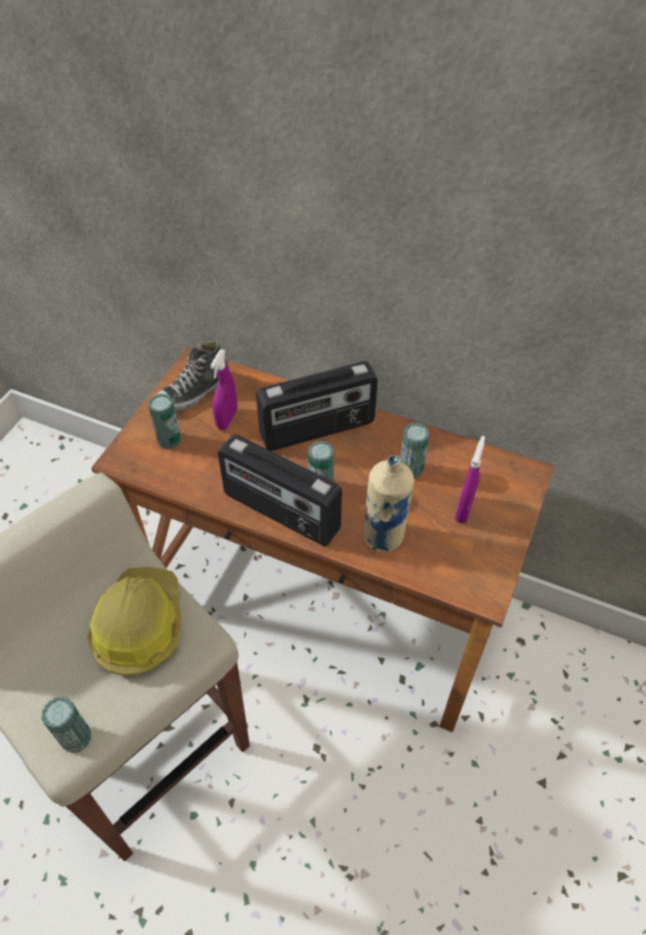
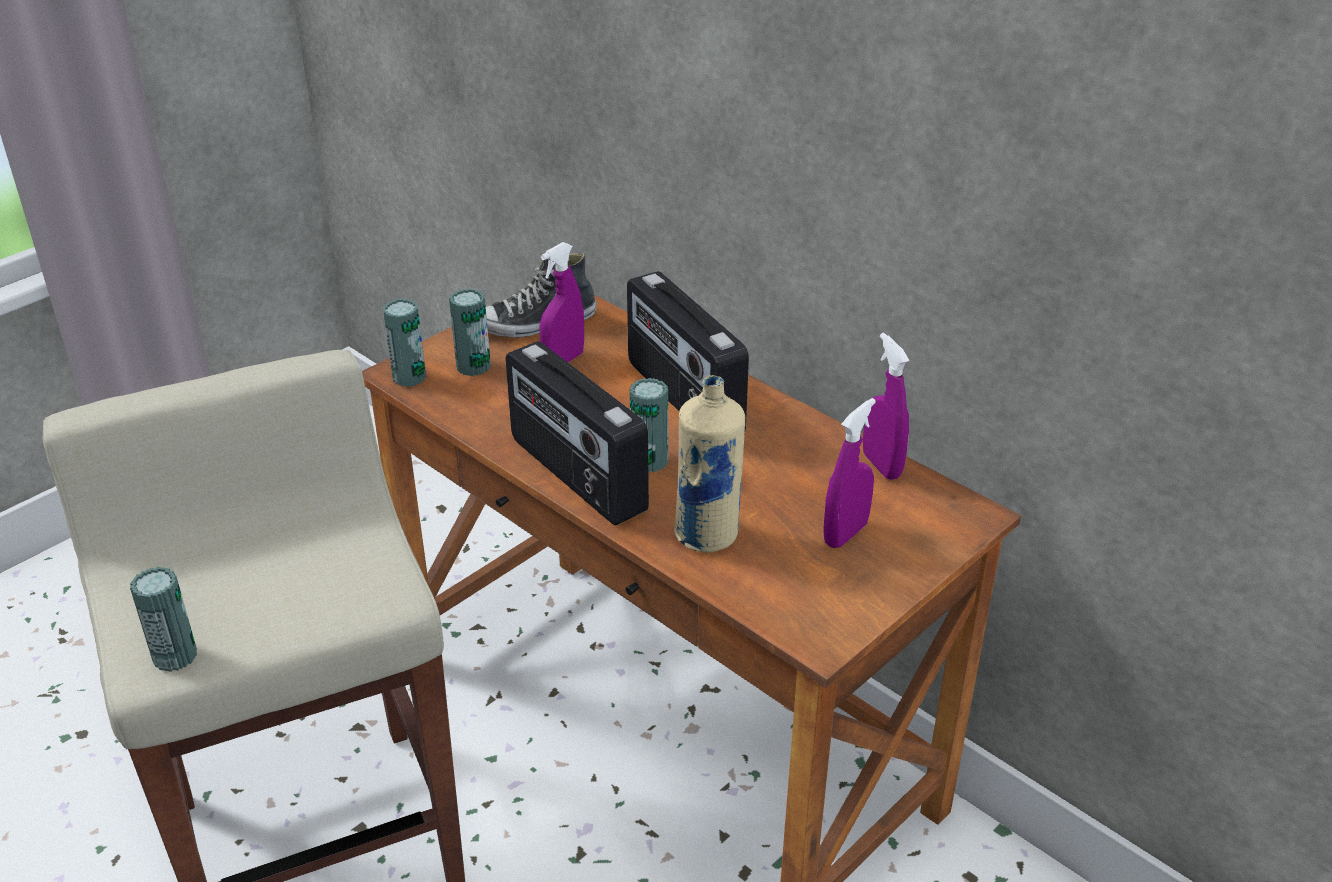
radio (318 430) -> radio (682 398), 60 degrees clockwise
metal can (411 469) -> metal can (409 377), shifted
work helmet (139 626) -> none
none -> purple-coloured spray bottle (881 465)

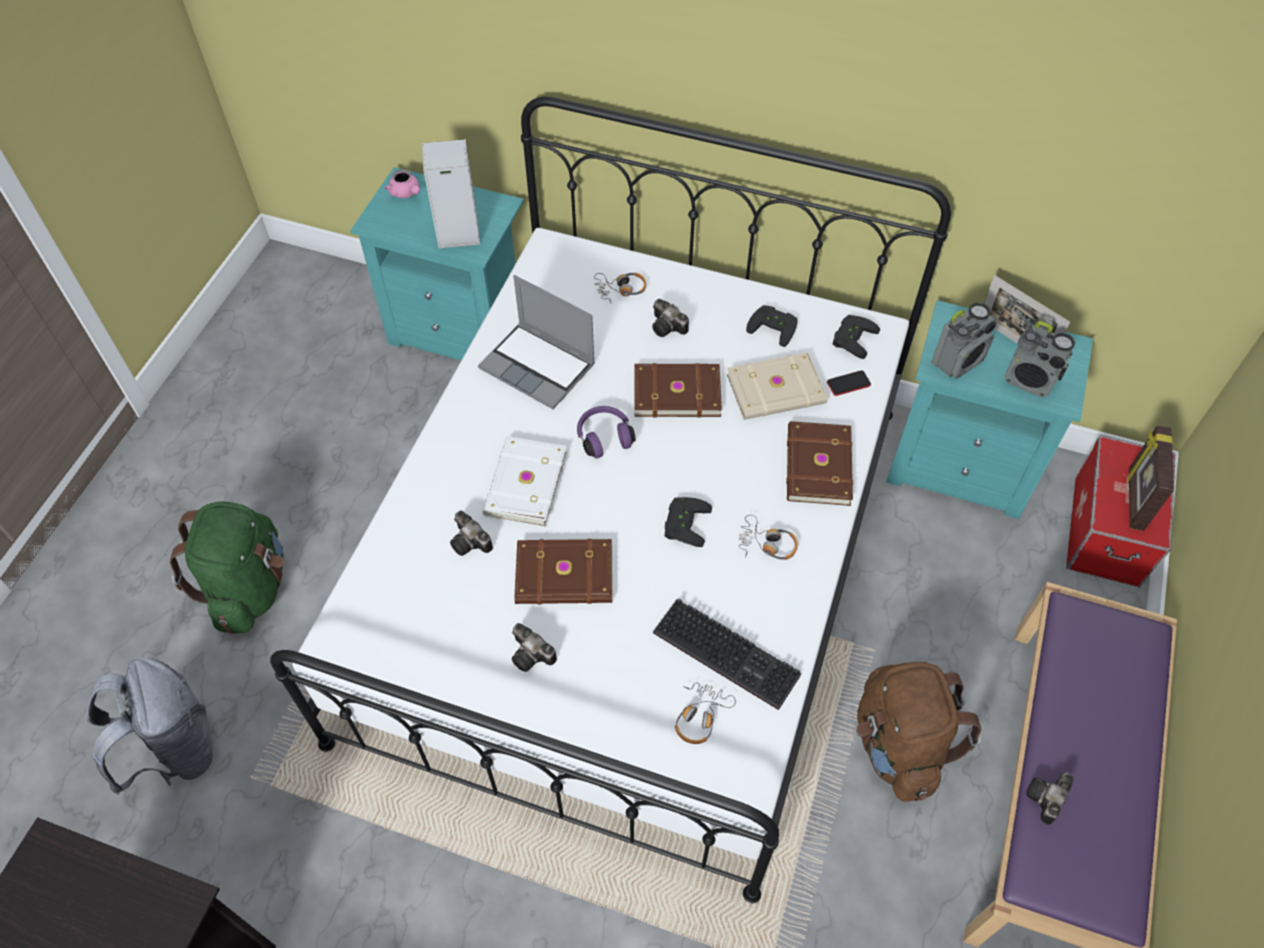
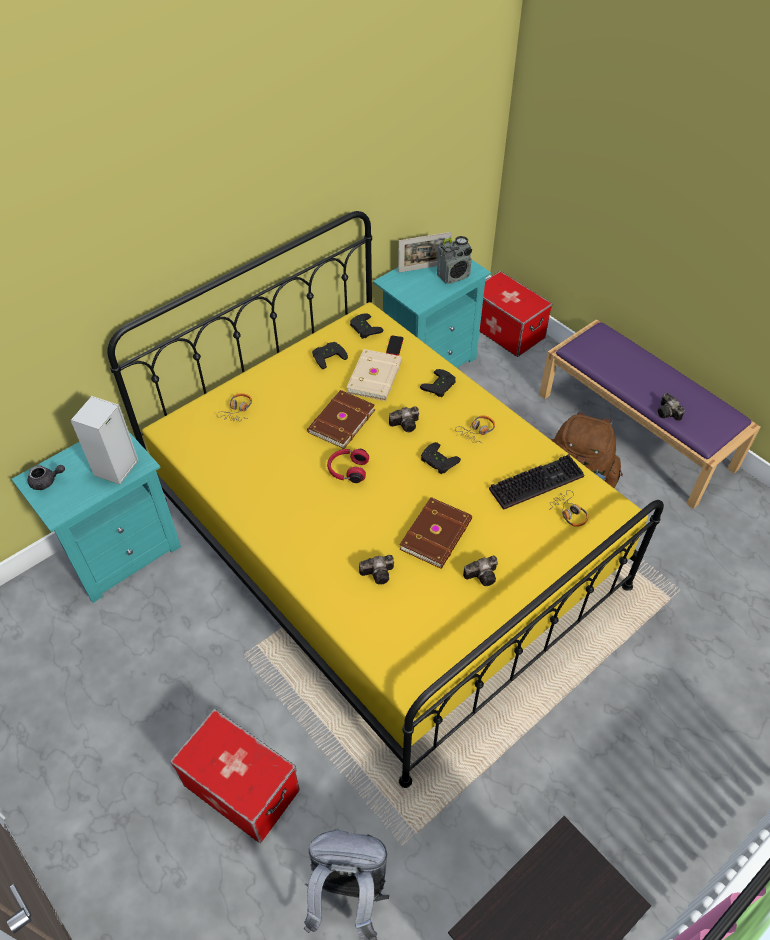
whitish bedroom bed (631 563) -> yellowish bedroom bed (384 542)
pink tea pot (406 193) -> greyish tea pot (46 481)
portable computer (539 366) -> none
still camera (668 327) -> still camera (406 424), shifted
radio (958 361) -> none
purple-coloured headset (604 437) -> reddish headset (347 470)
brown-coloured book (816 466) -> black game controller (440 386)
standing frame (1134 499) -> none
whitish book (524 484) -> none
greenish rucksack (249 587) -> storage container (241 787)

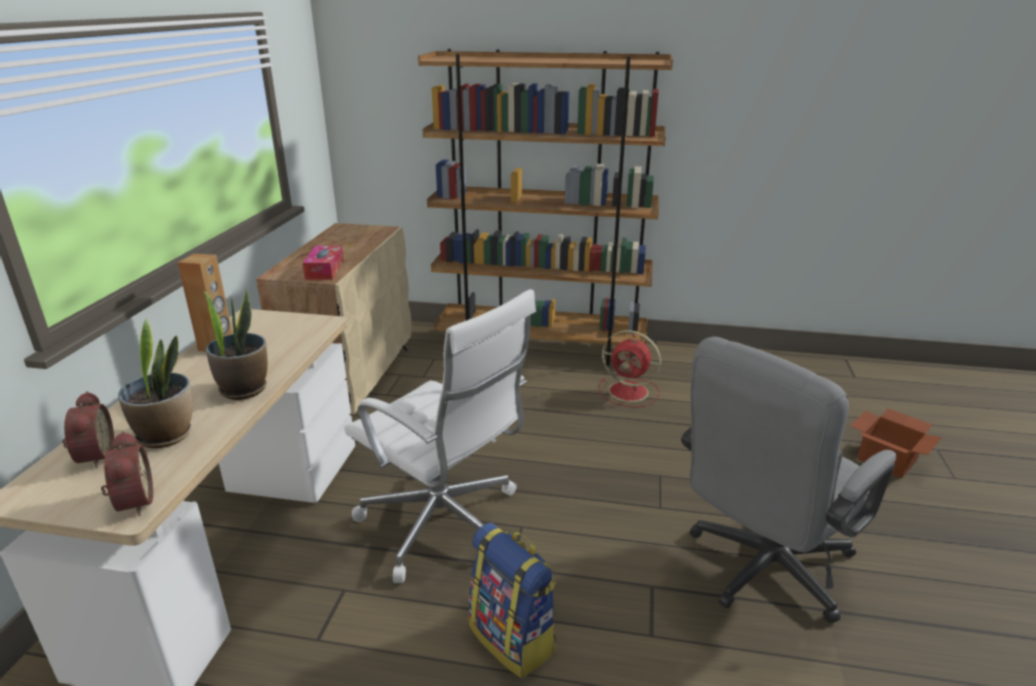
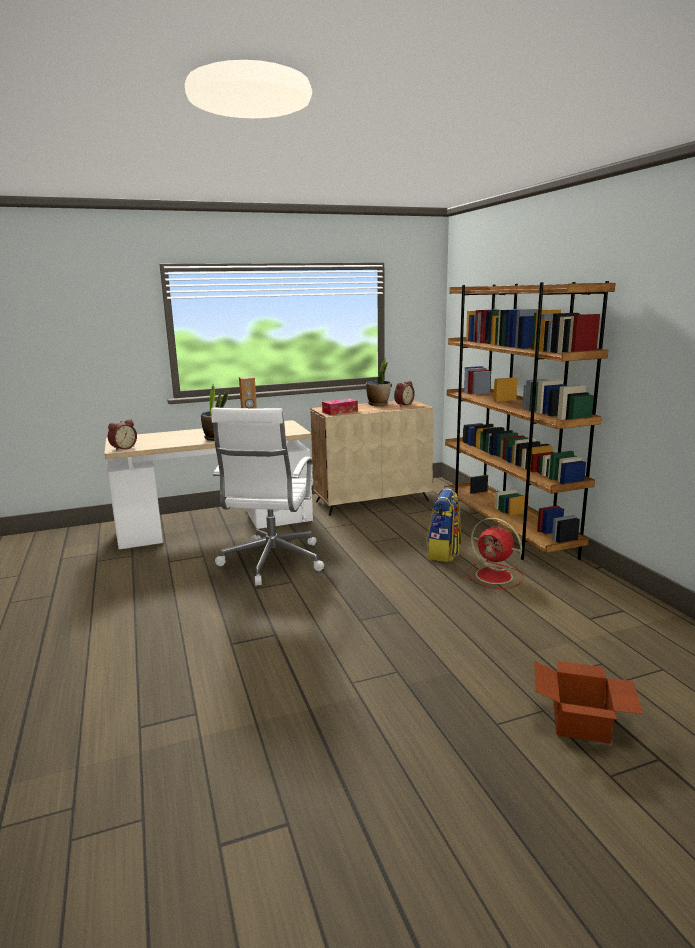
houseplant (166 435) -> houseplant (378 404), shifted
reddish fan (630 392) -> reddish fan (495 576), 45 degrees counterclockwise
greyish desk chair (761 571) -> none
table clock (93 456) -> table clock (403 404), shifted
rucksack (514 639) -> rucksack (444 553), shifted

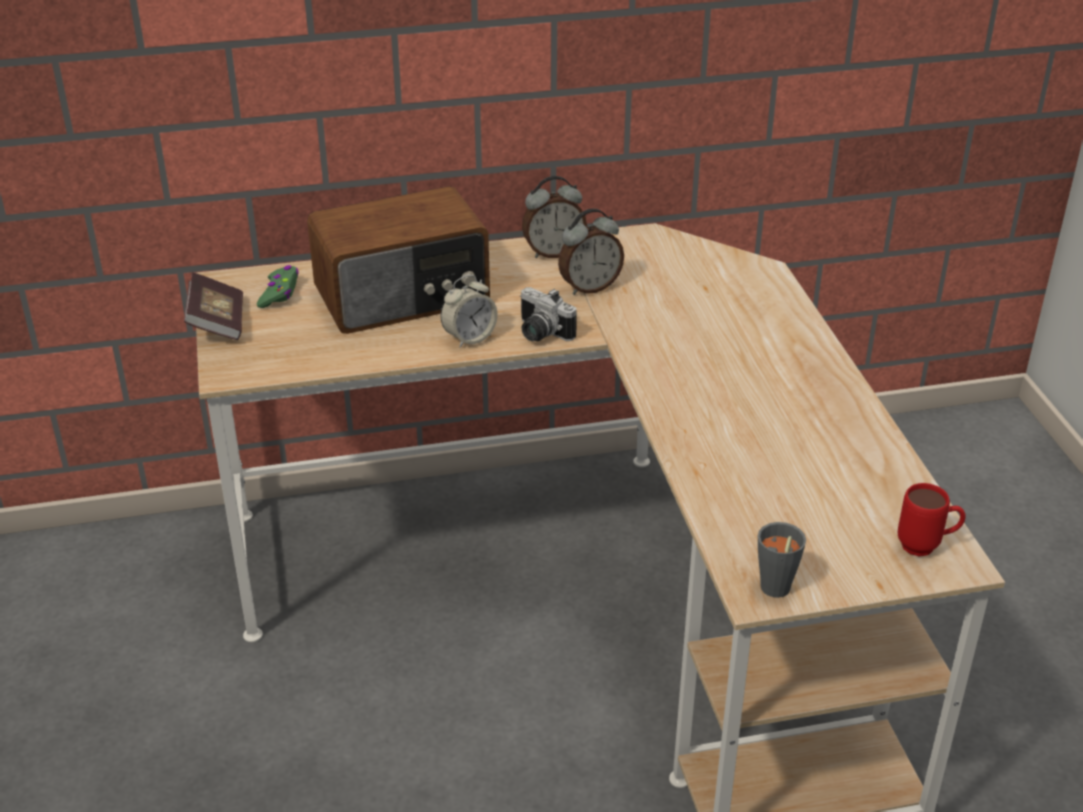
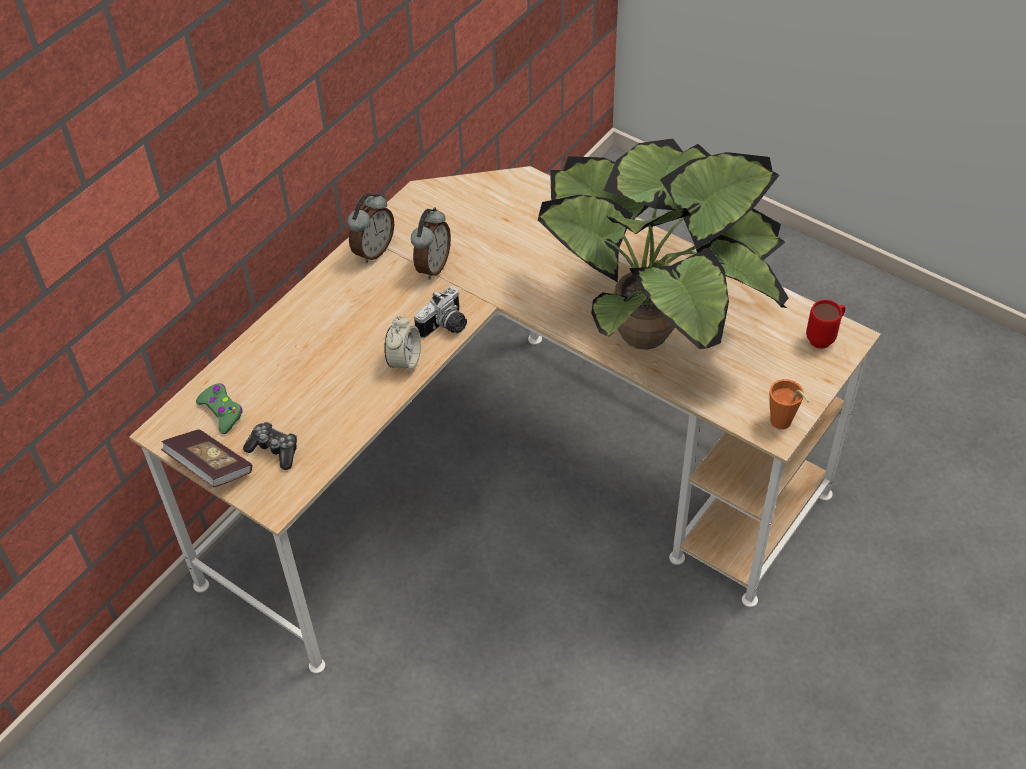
radio (403 297) -> none
still camera (540 333) -> still camera (446 327), 45 degrees counterclockwise
greyish cup (774 592) -> orange cup (783 424)
none -> houseplant (653 327)
none -> game controller (274 450)

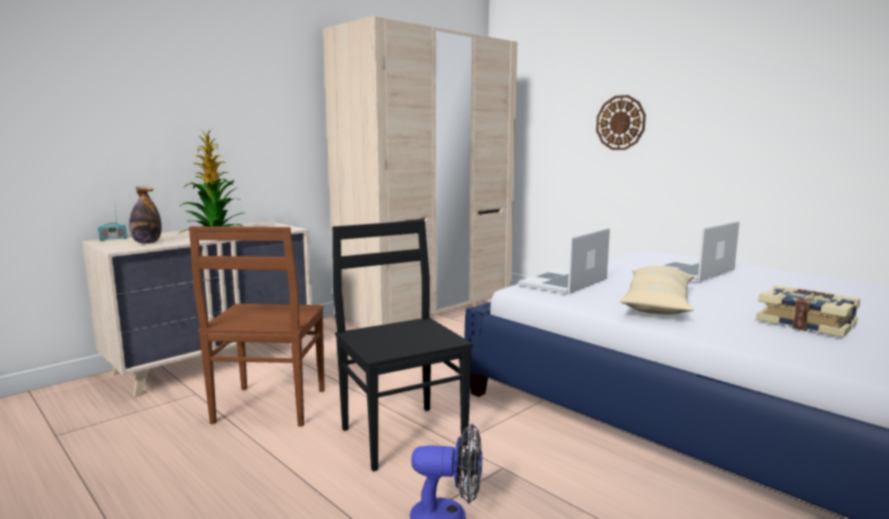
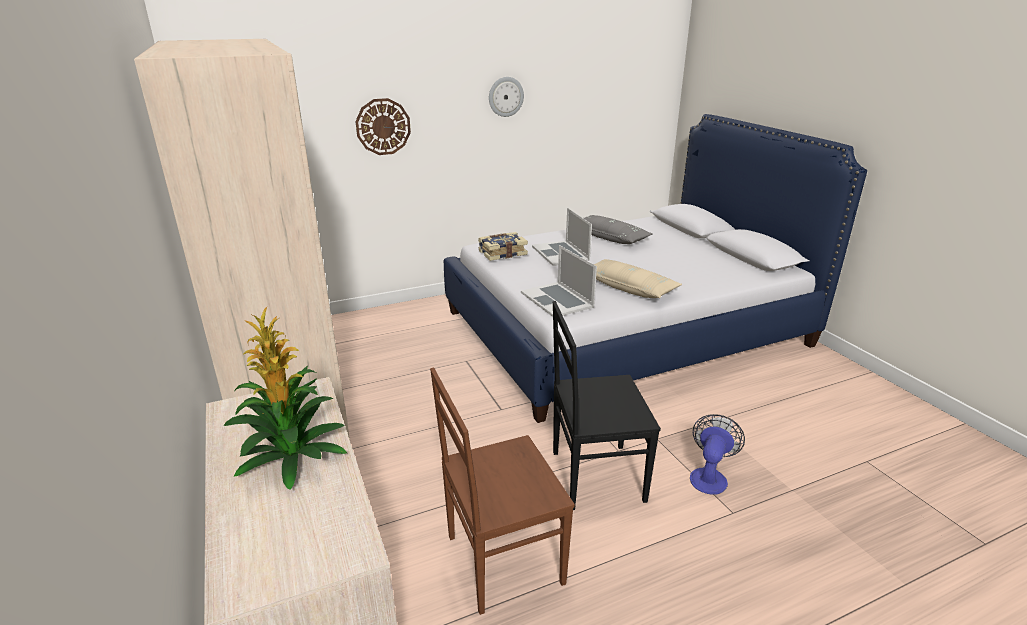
beverage bottle (147 242) -> none
radio (113 239) -> none
brown-coloured plain chair (269 407) -> brown-coloured plain chair (501 560), 135 degrees clockwise
book (806 323) -> book (502 253), shifted
none -> hanging clock (505 96)
none -> greyish throw pillow (610 237)

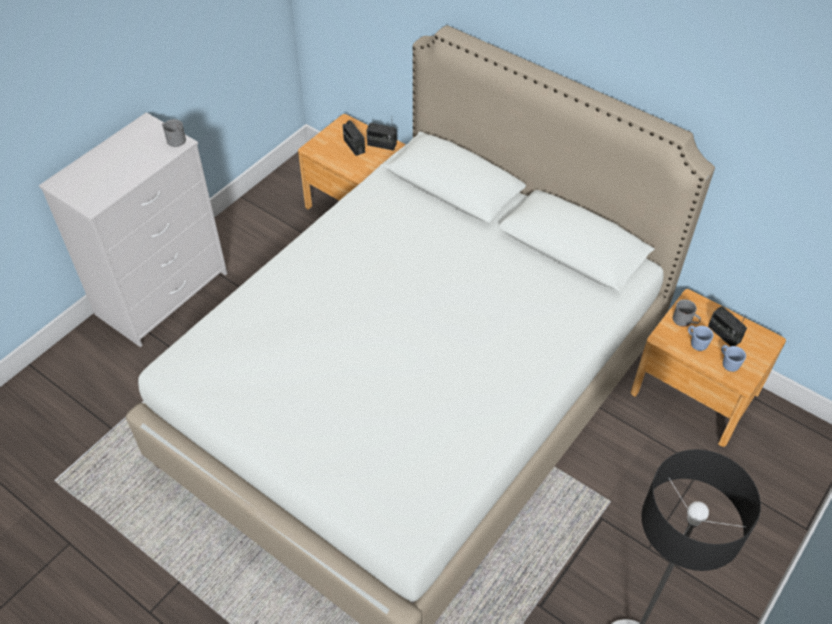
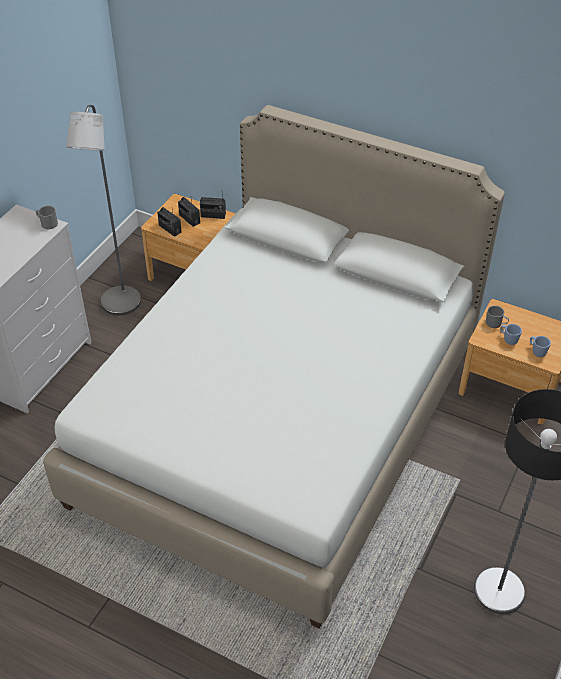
radio (724 334) -> radio (170 229), shifted
none -> greyish floor lamp (119 307)

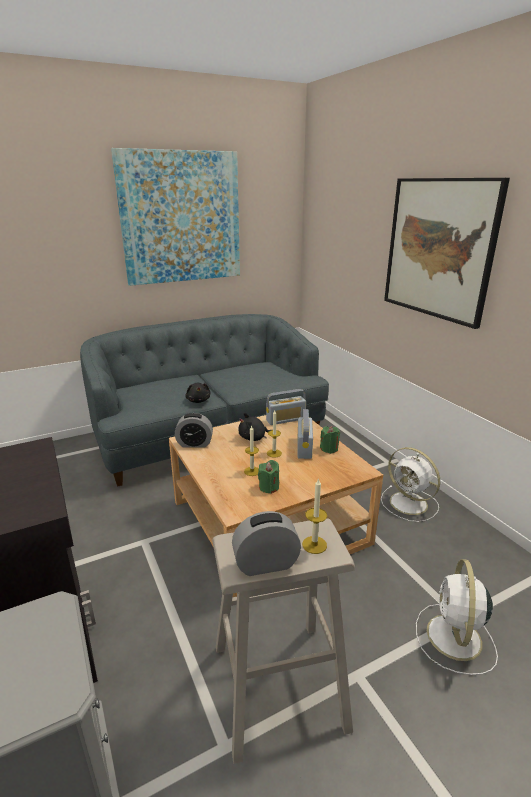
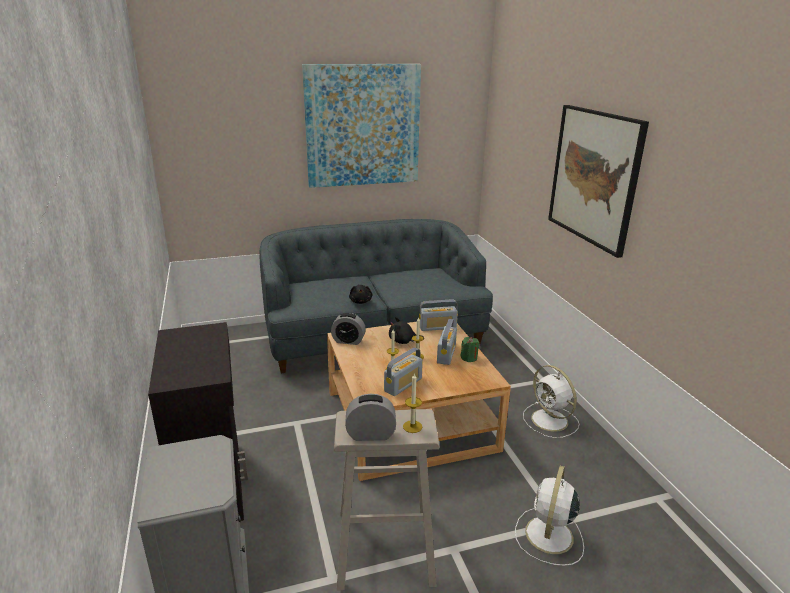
greenish wax candle (269 487) -> radio (403 385)

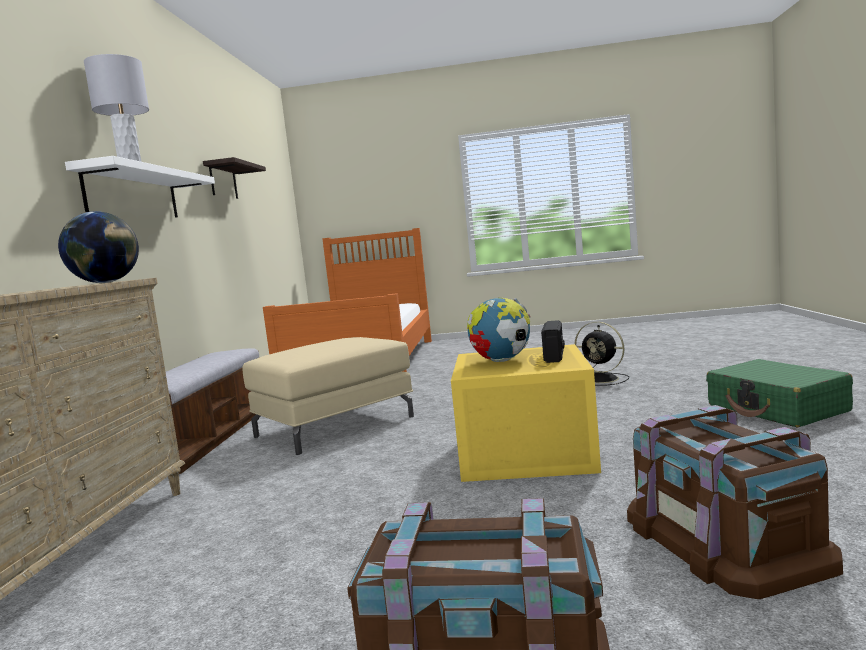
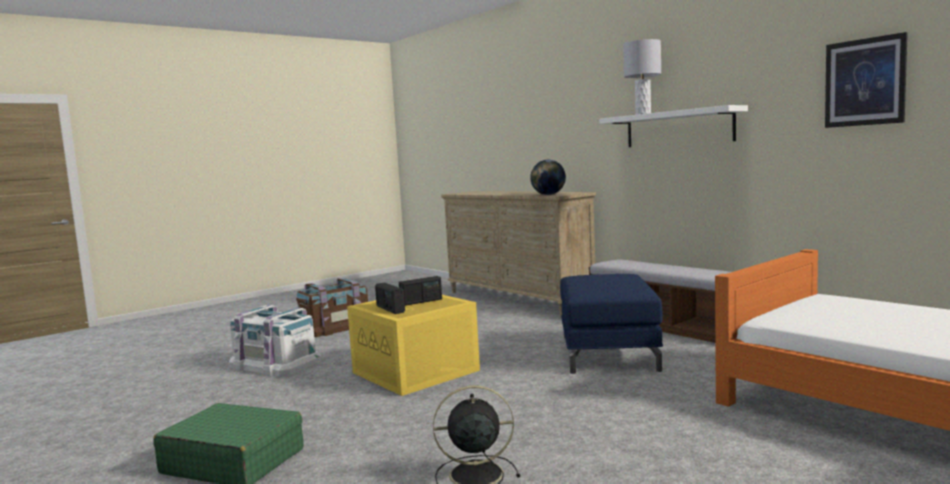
shelf (223 181) -> picture (864 82)
globe (501 361) -> radio (421 301)
beige-coloured pouffe (335 426) -> blue pouffe (608 352)
brown-coloured storage container (722 539) -> whitish storage container (276 363)

